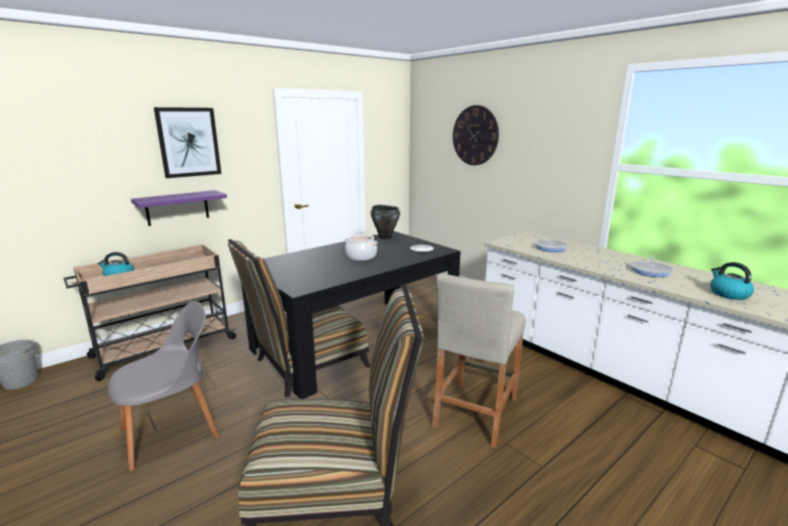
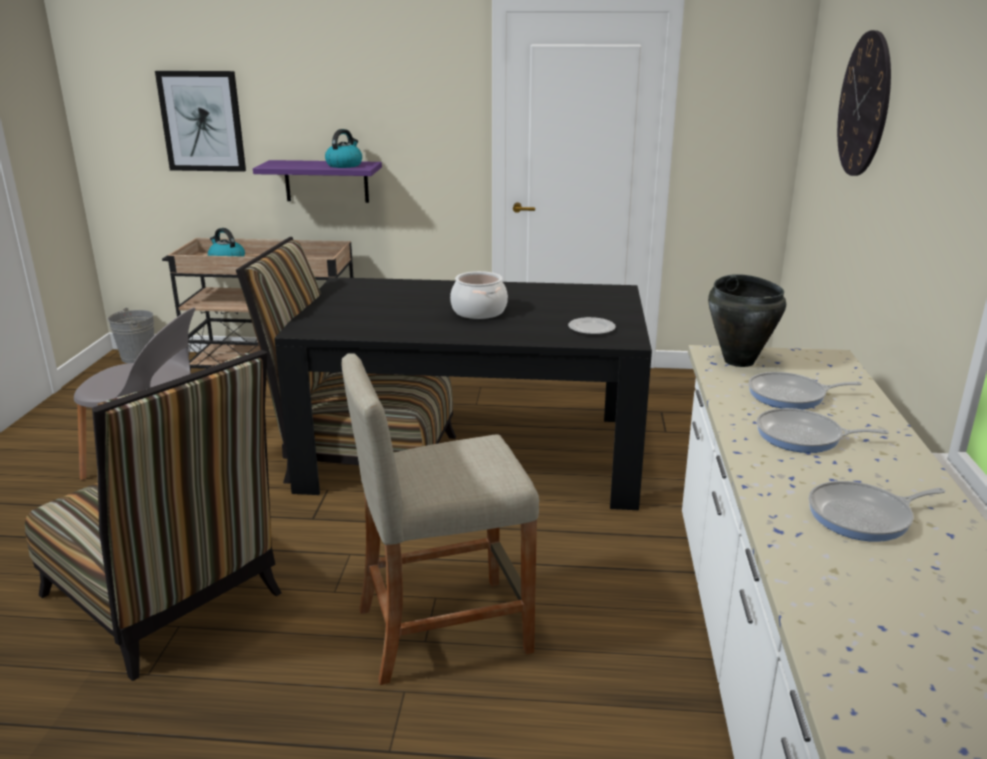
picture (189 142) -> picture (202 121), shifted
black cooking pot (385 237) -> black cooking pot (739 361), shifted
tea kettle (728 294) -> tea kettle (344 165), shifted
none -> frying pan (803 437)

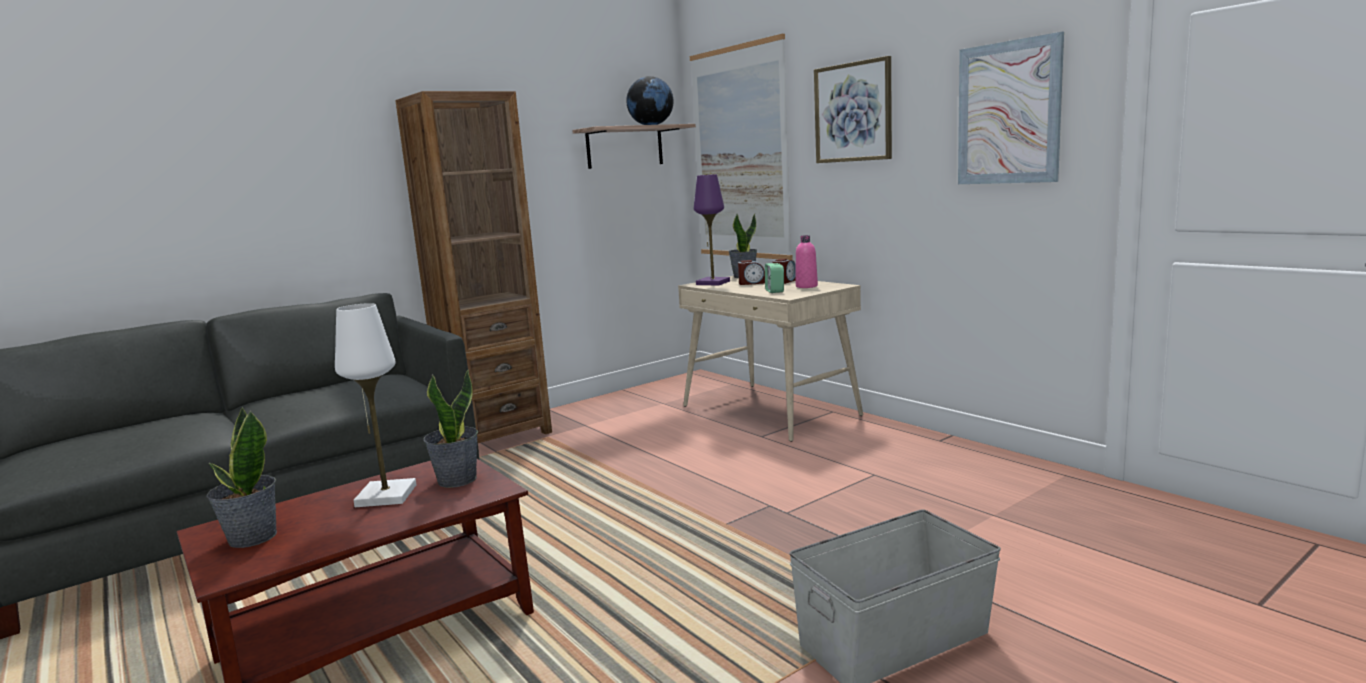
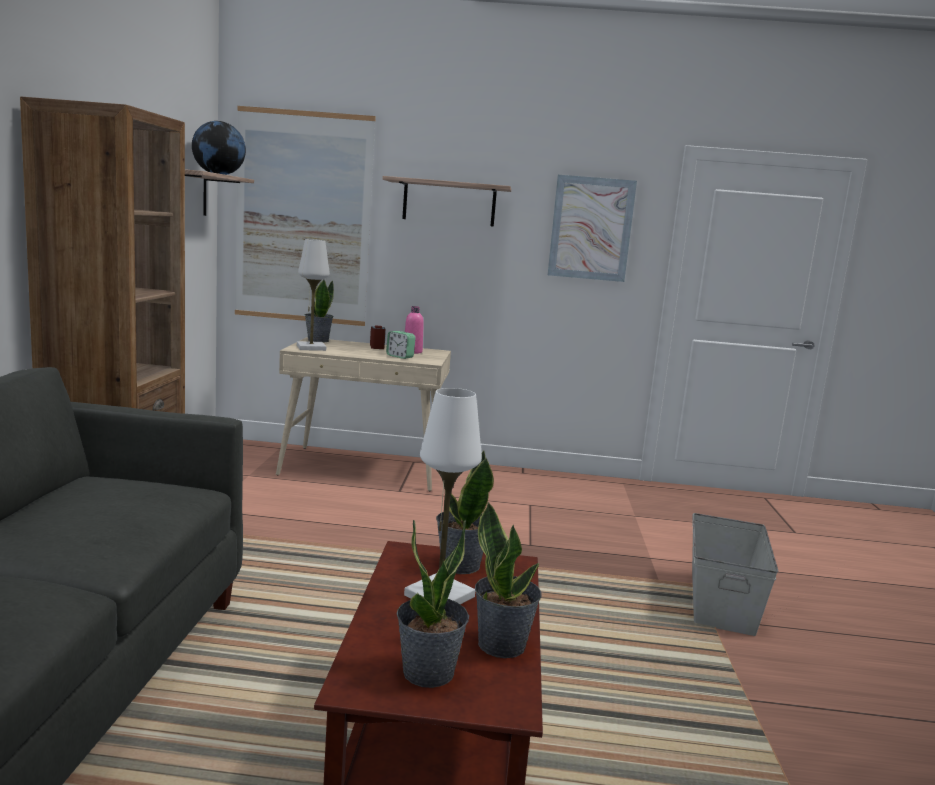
picture (853 112) -> shelf (449 203)
purple-coloured lamp for a table (713 283) -> whitish lamp for a table (311 348)
table clock (751 283) -> none
none -> houseplant (502 644)

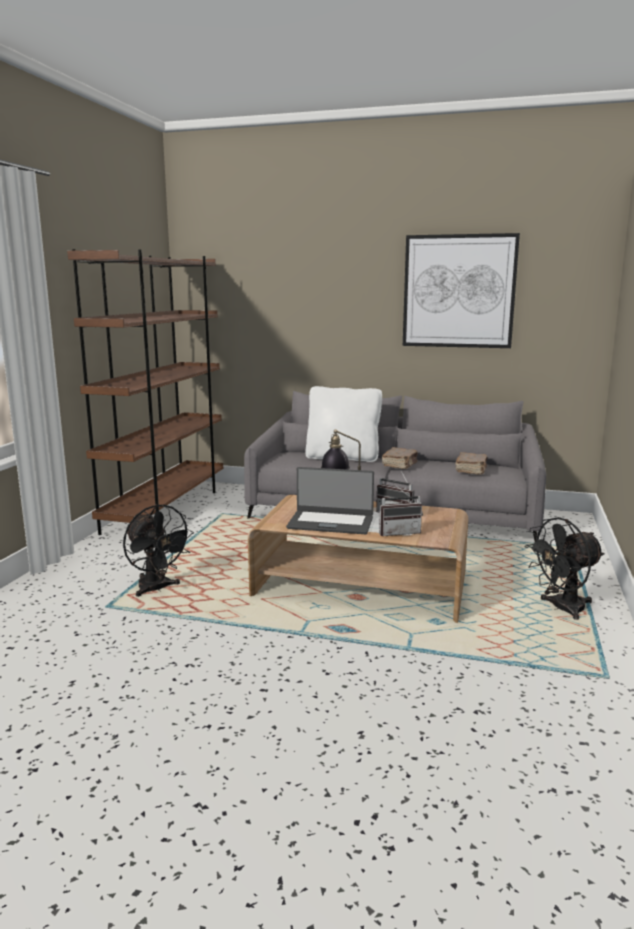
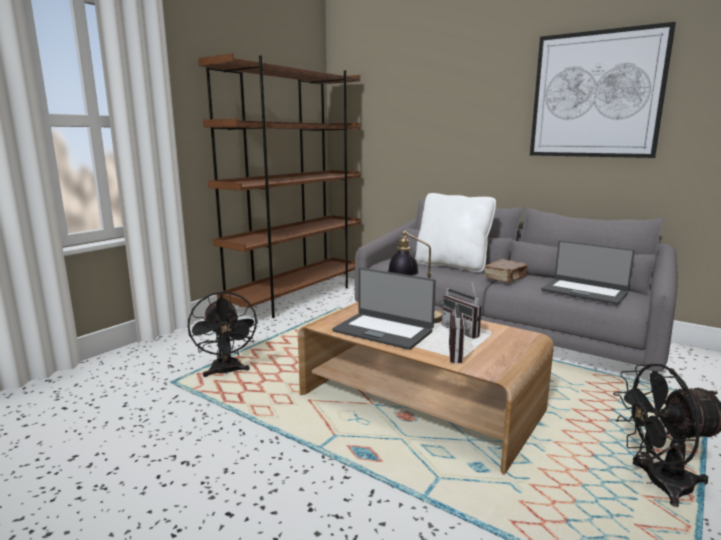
brown-coloured book (471 470) -> portable computer (584 291)
radio (398 532) -> radio (448 353), 90 degrees counterclockwise

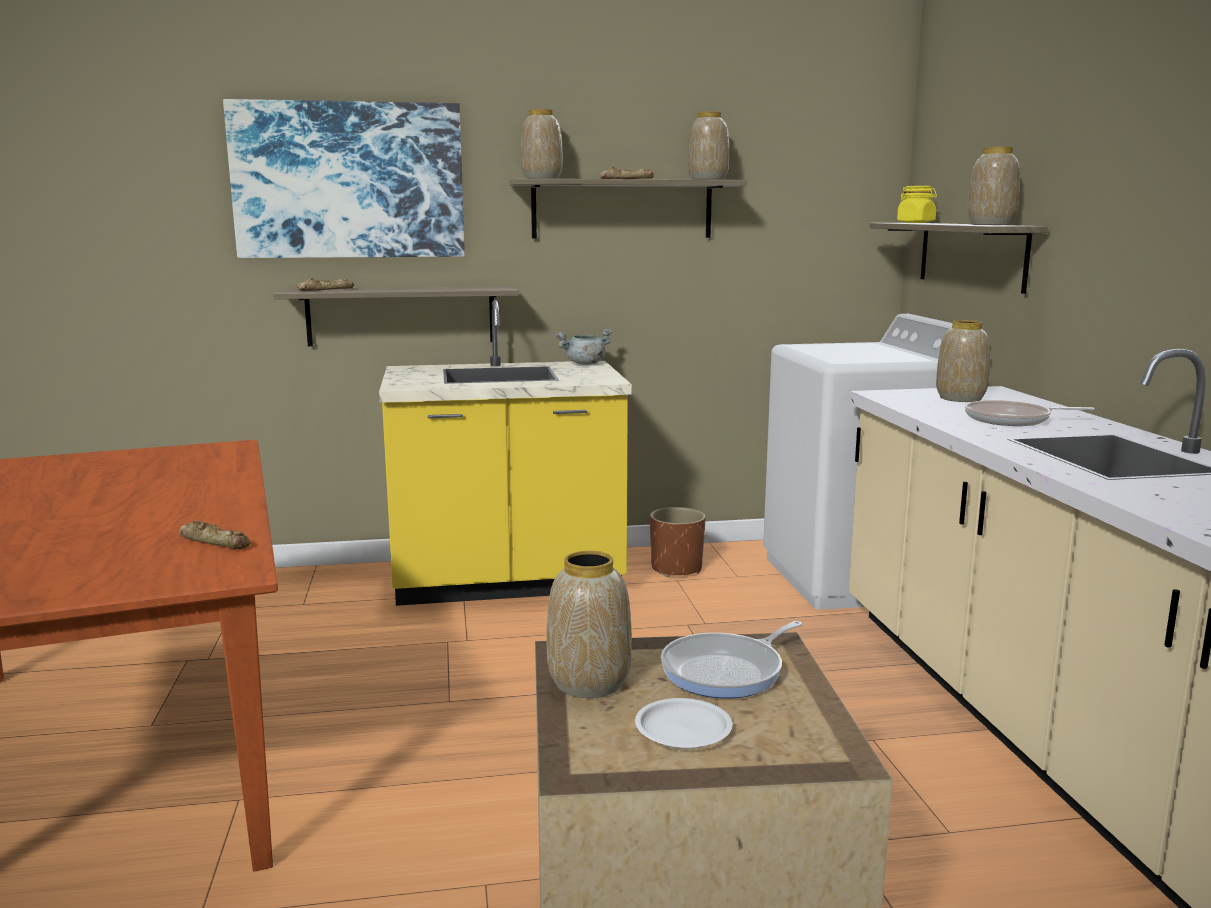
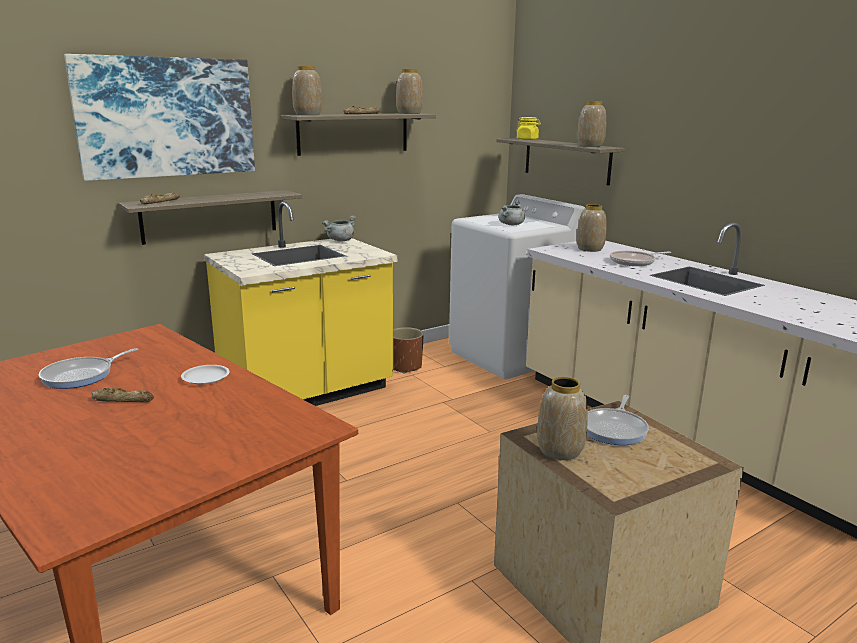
bread (215 542) -> bread (123 400), shifted
whitish flat dish (682 730) -> whitish flat dish (205 377), shifted
none -> greyish cooking pot (511 224)
none -> frying pan (81 376)

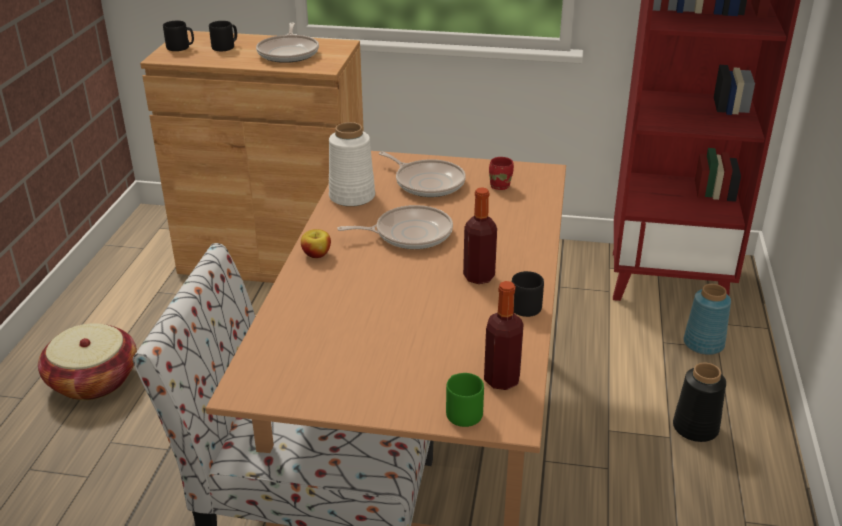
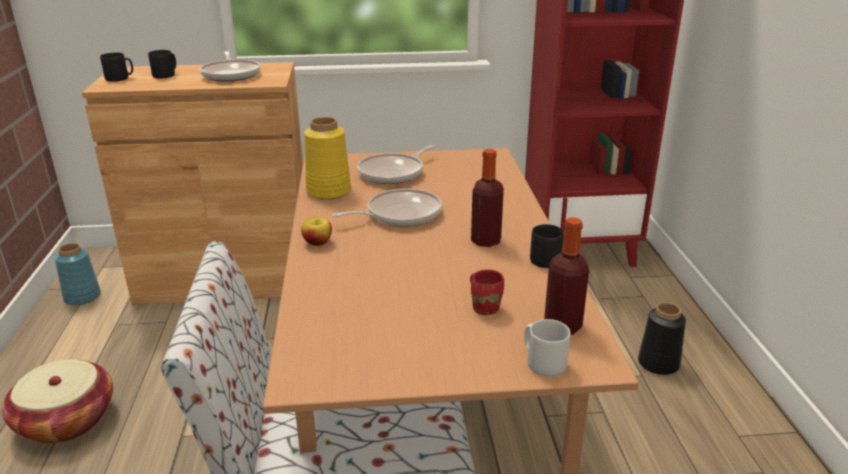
whitish flower vase (352 197) -> yellowish flower vase (329 191)
frying pan (427 182) -> frying pan (394 173), 105 degrees clockwise
reddish coffee mug (500 185) -> reddish coffee mug (486 307), shifted
blue flower vase (703 344) -> blue flower vase (82 297), shifted
greenish coffee mug (462 412) -> greyish coffee mug (542 362)

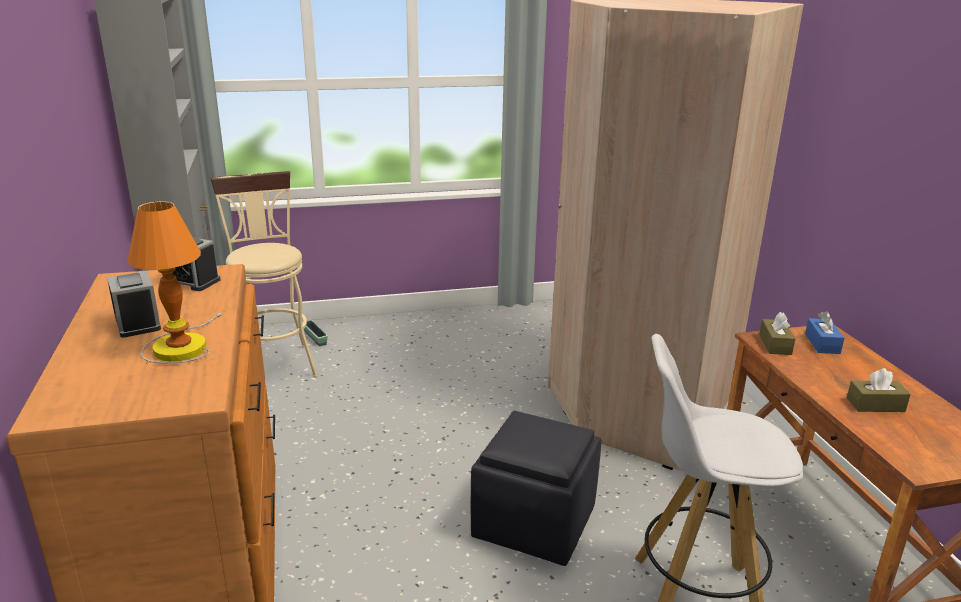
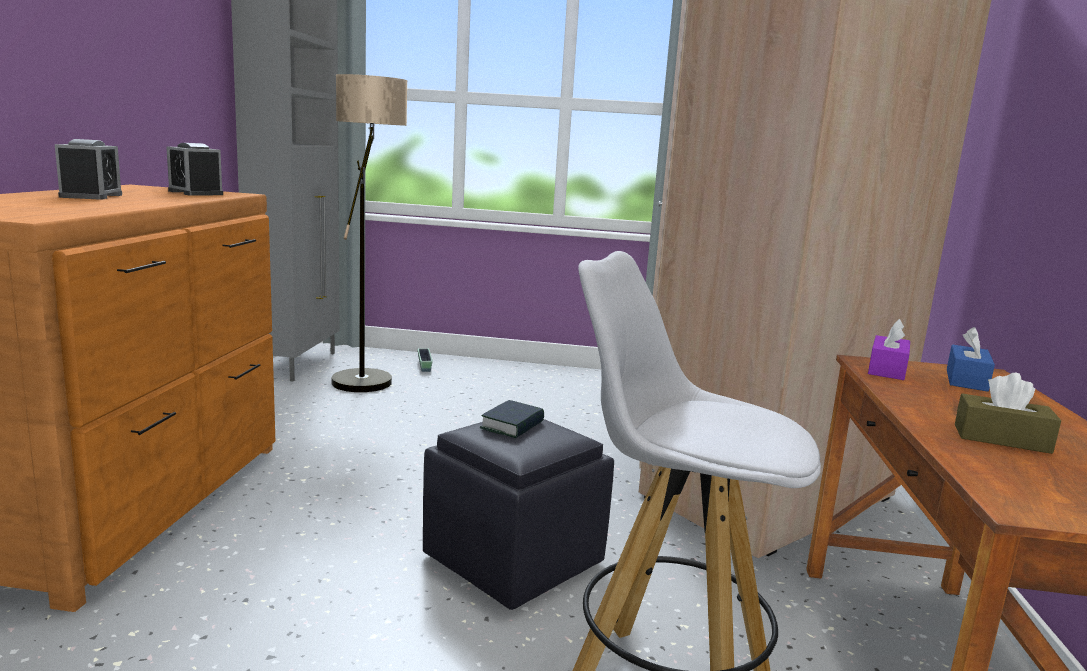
beige-coloured sitting stool (274 362) -> floor lamp (367 375)
lamp for a table (180 346) -> none
brown-coloured box of tissues (775 344) -> purple-coloured box of tissues (887 369)
none -> book (512 425)

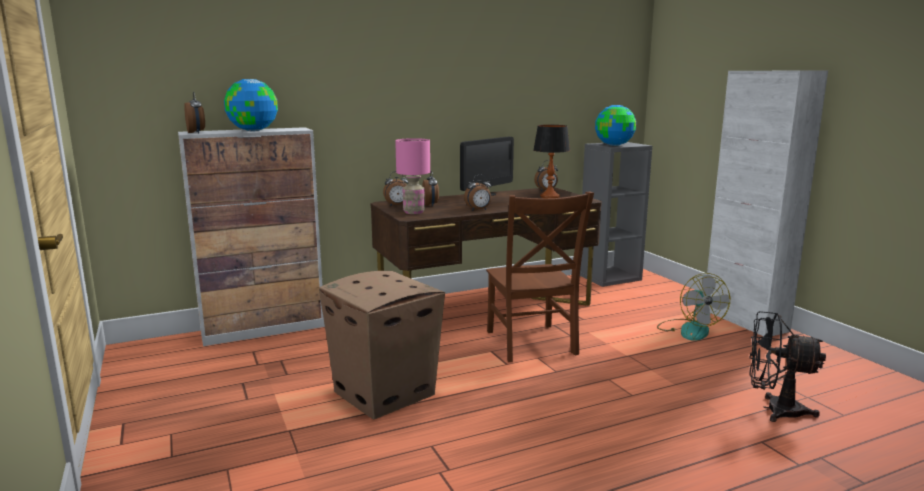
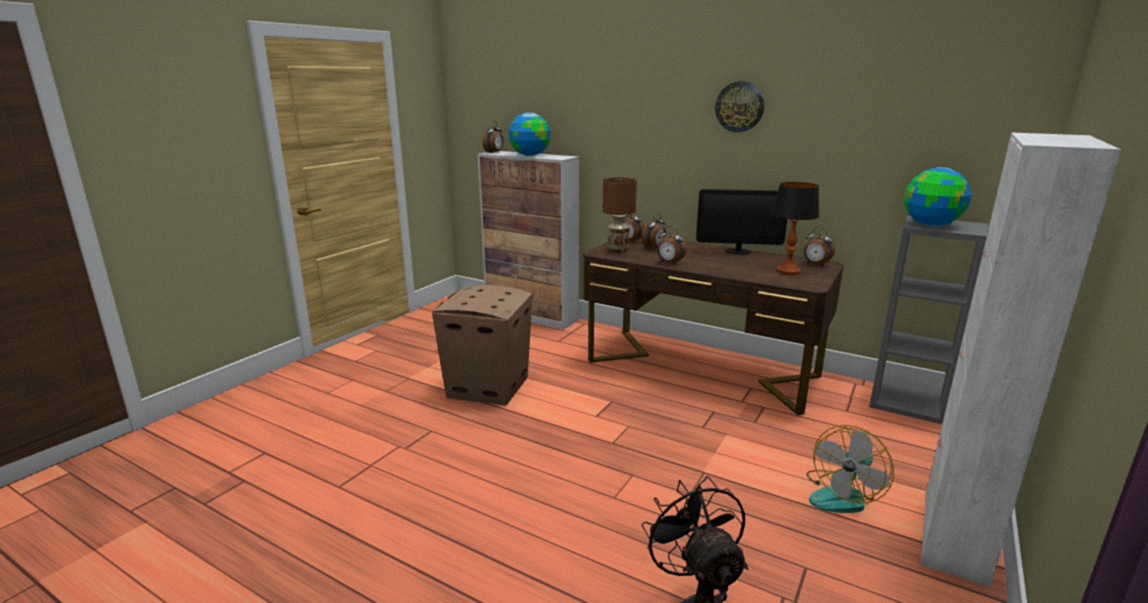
pink lamp for a table (414 212) -> brown-coloured lamp for a table (618 250)
brown-coloured plain chair (531 344) -> none
none -> hanging clock (739 107)

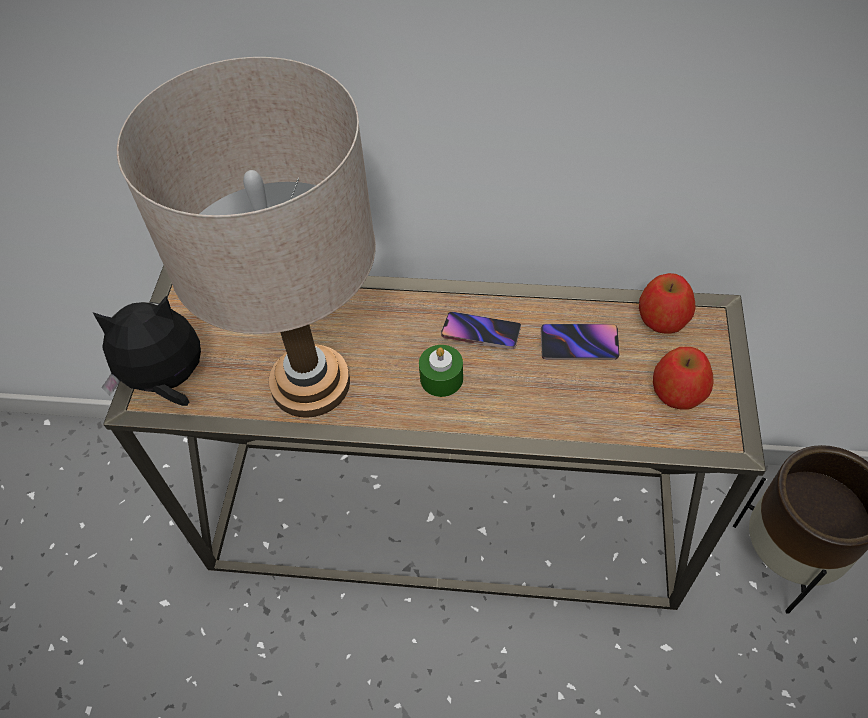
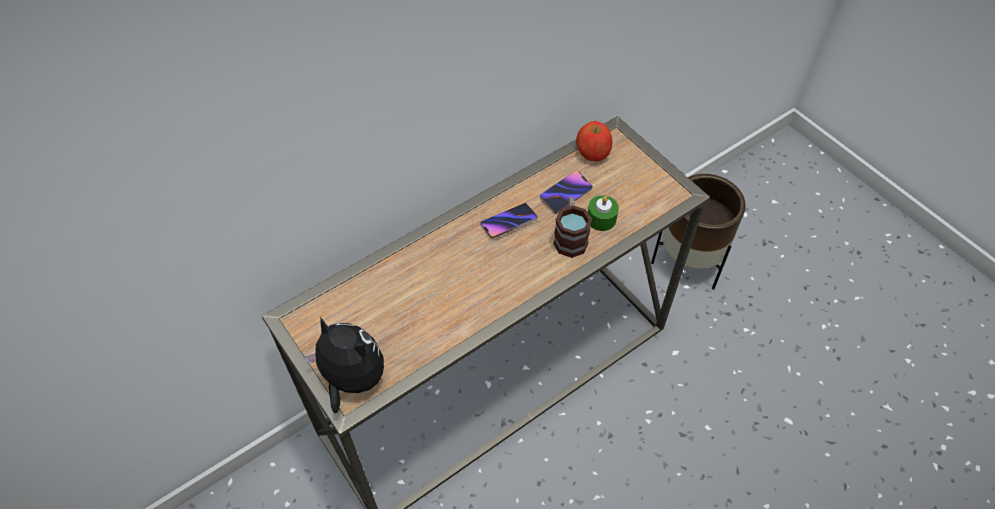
beige-coloured lamp for a table (310 384) -> none
plush toy (167 381) -> plush toy (351 380), 90 degrees clockwise
greenish wax candle (441 378) -> greenish wax candle (601 219), shifted
whole apple (678 391) -> none
none -> coffee mug (570 237)

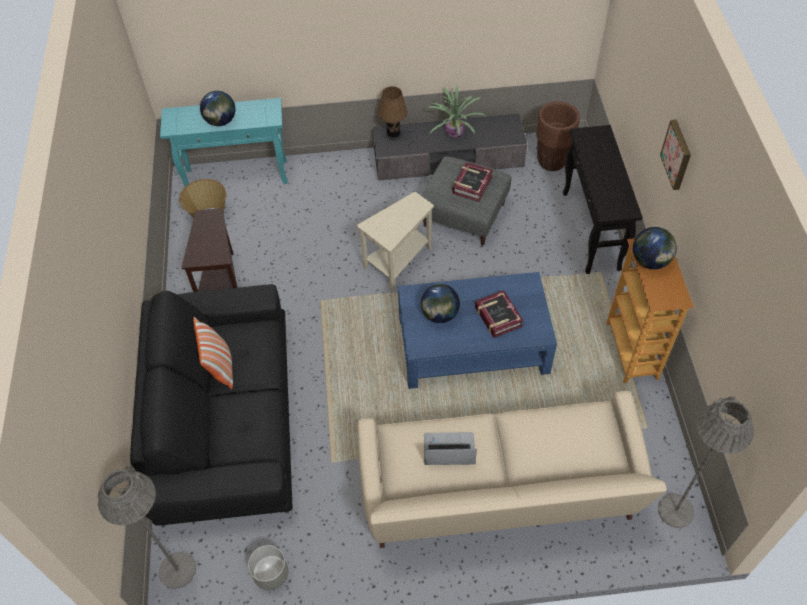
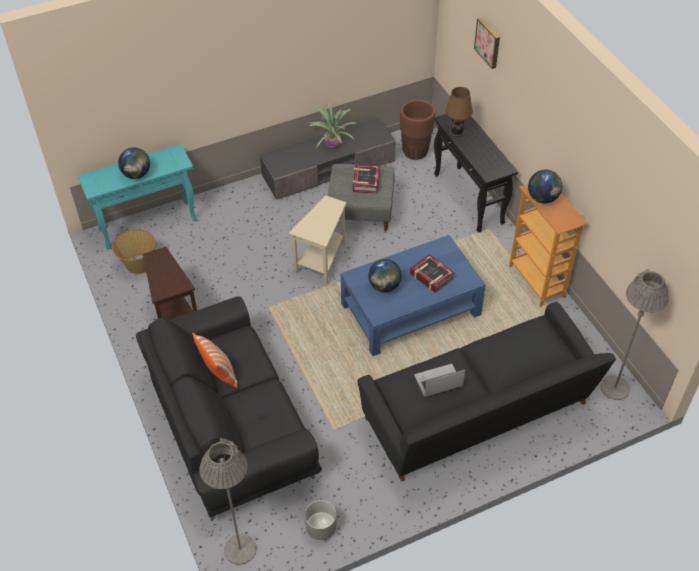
brown-coloured lamp for a table (395 134) -> brown-coloured lamp for a table (459 131), shifted
picture (677 154) -> picture (488 42), shifted
beige-coloured settee (499 495) -> black settee (479 415)

